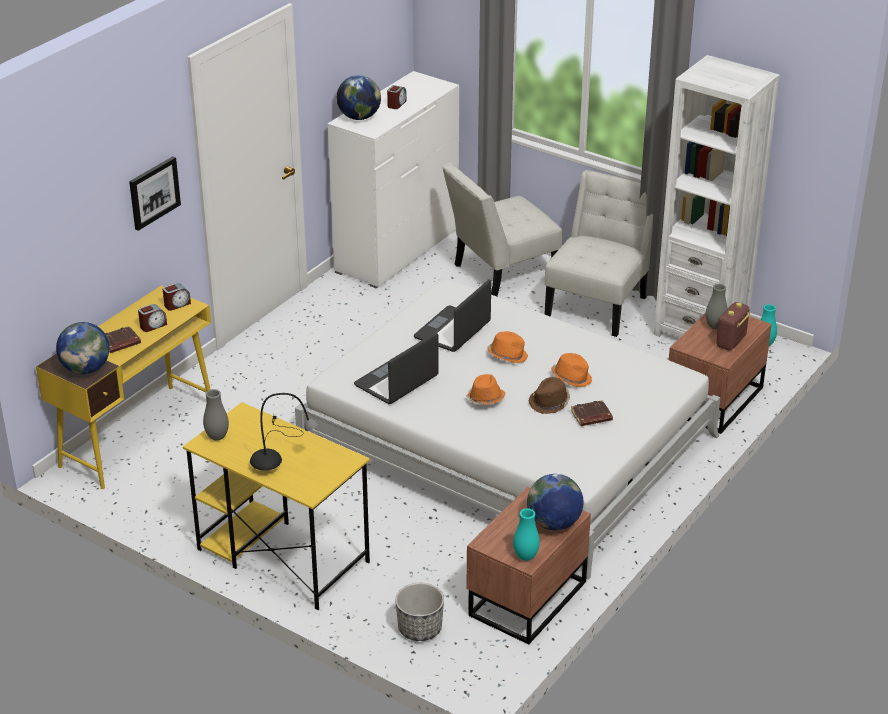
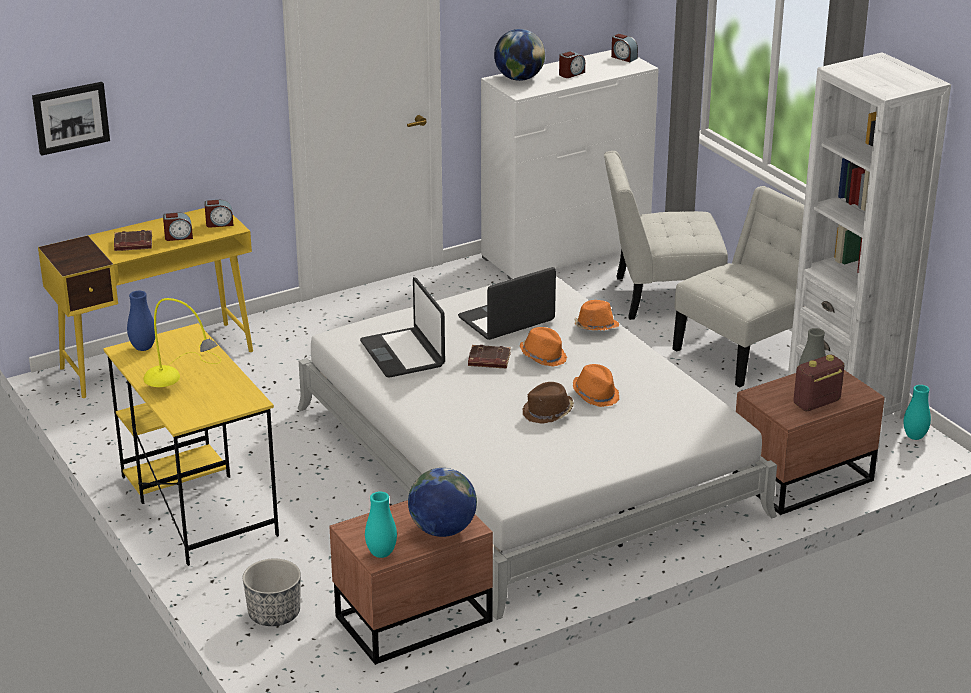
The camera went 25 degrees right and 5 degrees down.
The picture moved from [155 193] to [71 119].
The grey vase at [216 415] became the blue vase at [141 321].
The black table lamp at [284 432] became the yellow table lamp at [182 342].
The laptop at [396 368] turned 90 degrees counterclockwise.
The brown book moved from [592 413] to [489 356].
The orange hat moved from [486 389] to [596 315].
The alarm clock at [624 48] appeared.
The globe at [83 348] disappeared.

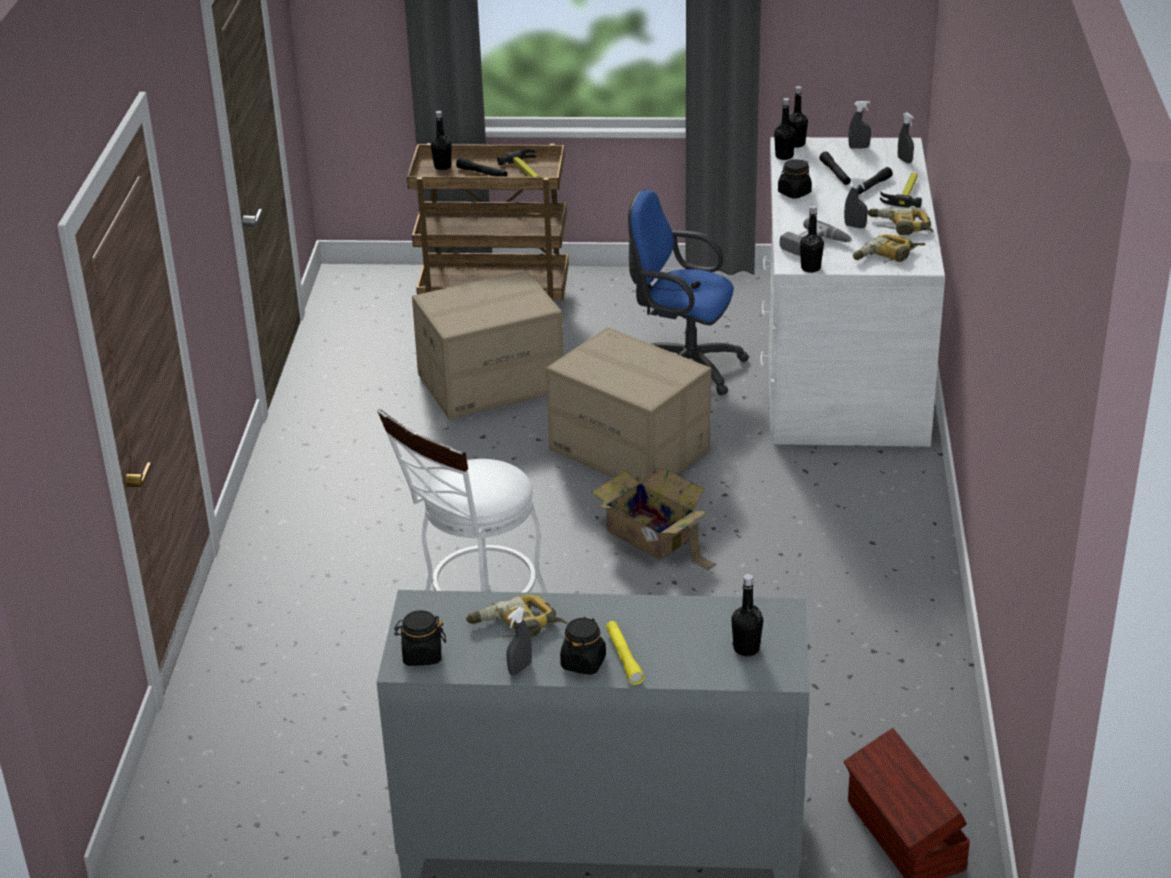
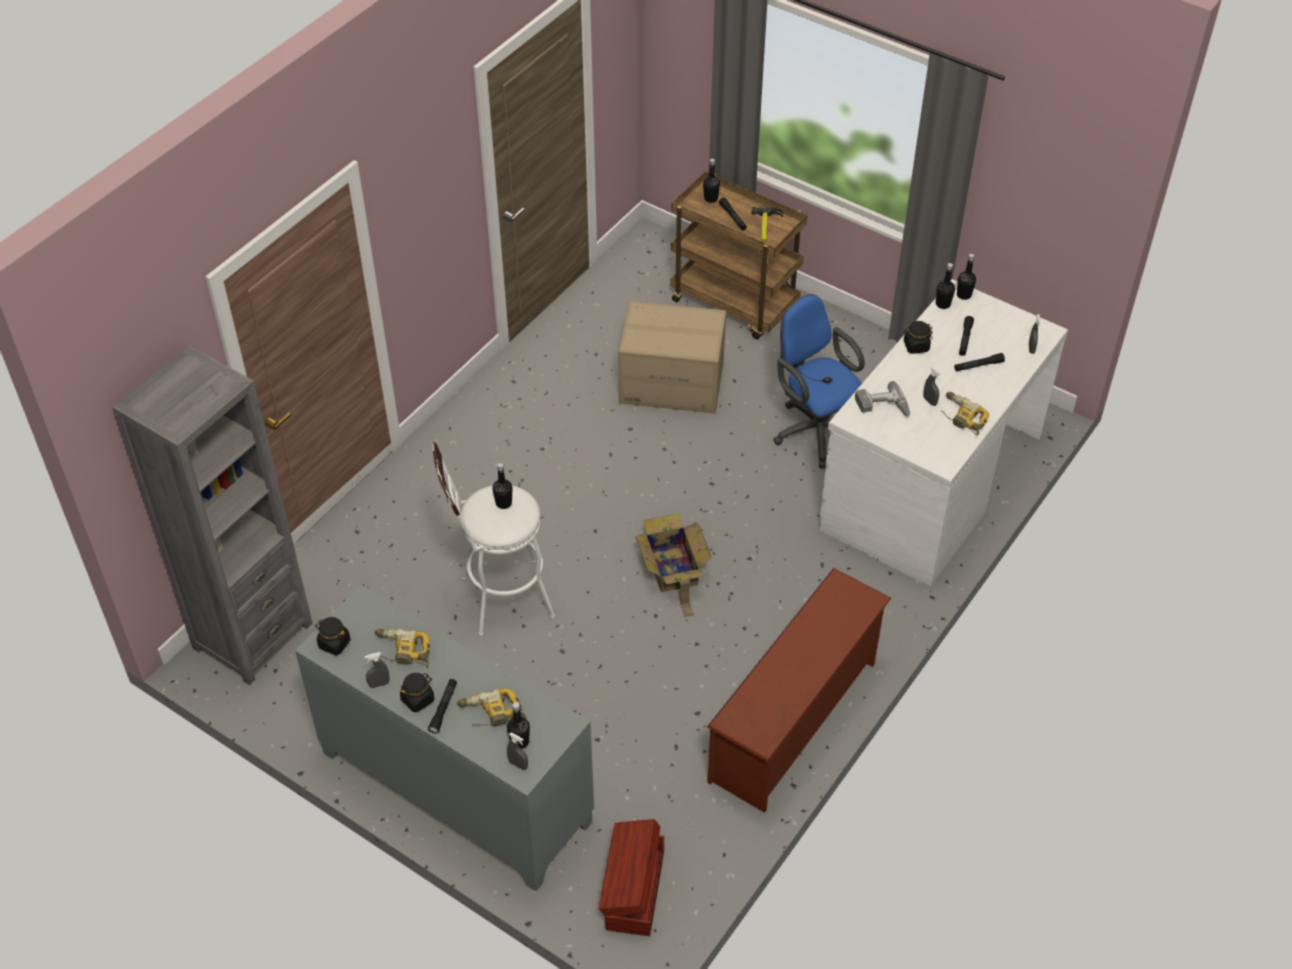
The camera went 30 degrees right and 15 degrees up.
The grey bookcase at [212 515] appeared.
The yellow flashlight at [625 653] became the black flashlight at [442 706].
The power drill moved from [889 248] to [492 707].
The black bottle moved from [812 239] to [502 486].
The grey spray bottle moved from [859 124] to [517 751].
The brown shoe rack at [799 690] appeared.
The cardboard box at [628 405] disappeared.
The hammer at [901 190] disappeared.

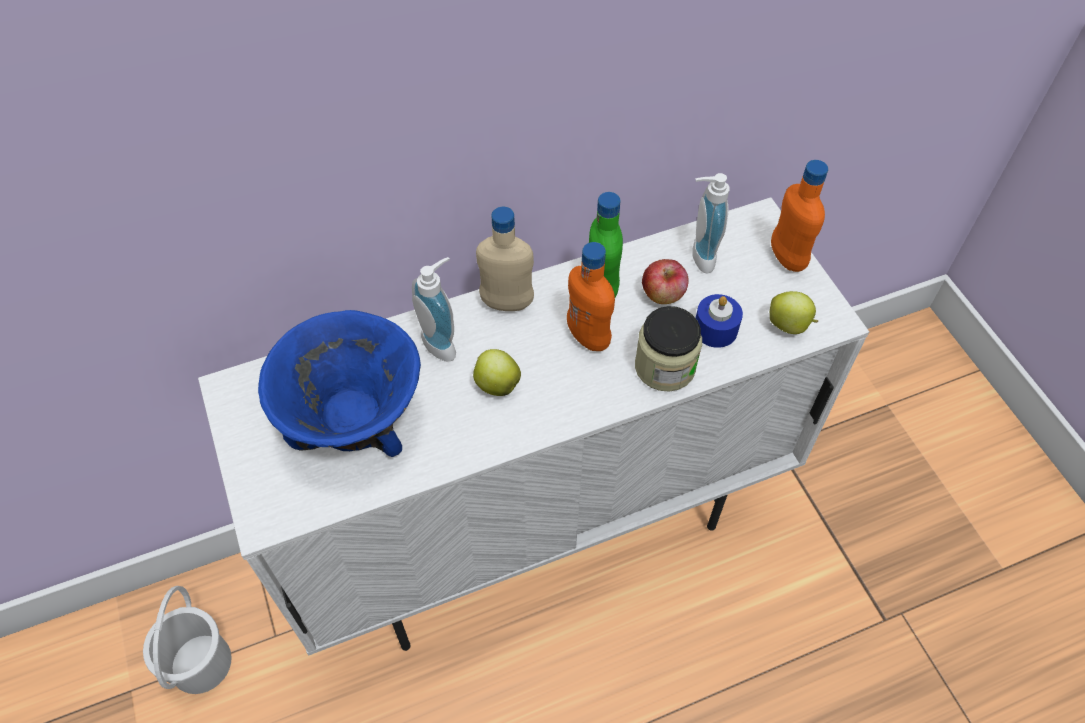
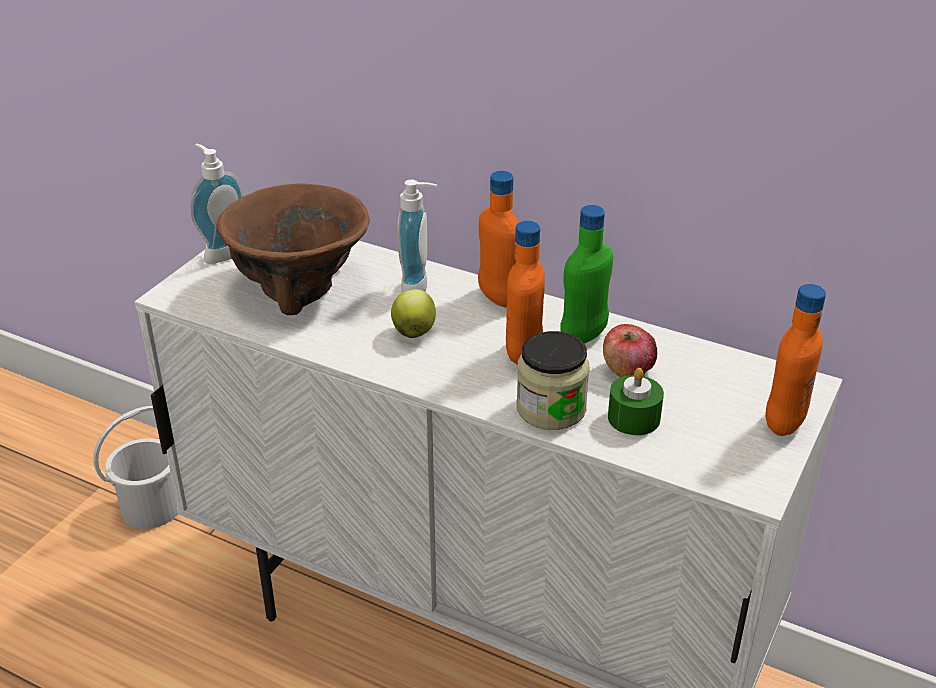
The camera went 50 degrees right and 20 degrees down.
The soap dispenser moved from [711 223] to [217 204].
The blue bowl at [339 383] became the brown bowl at [293 249].
The beige bottle at [505 259] became the orange bottle at [498 239].
The blue candle at [719 321] became the green candle at [636 401].
The apple at [794 312] disappeared.

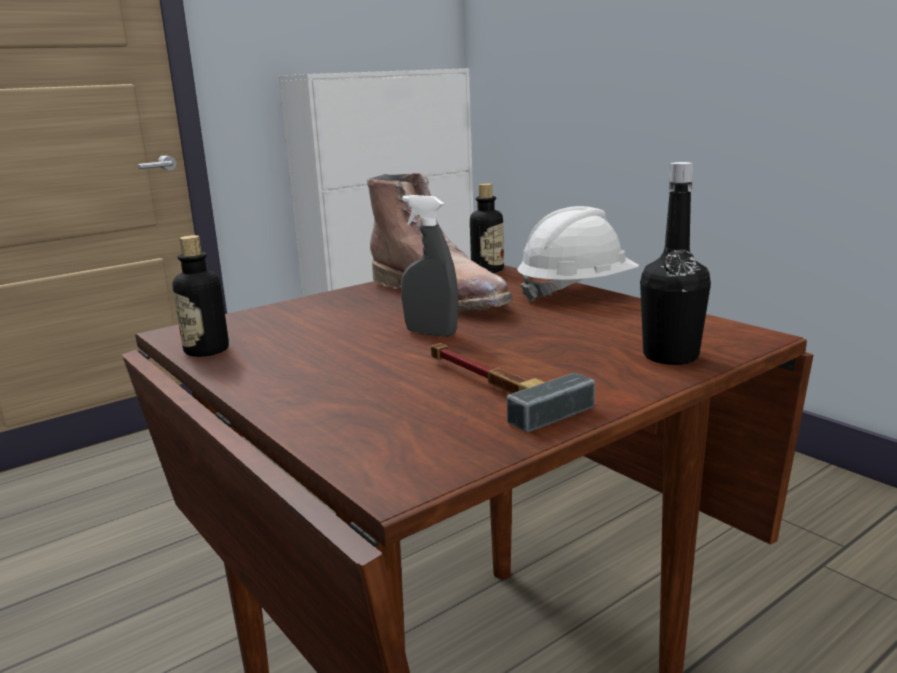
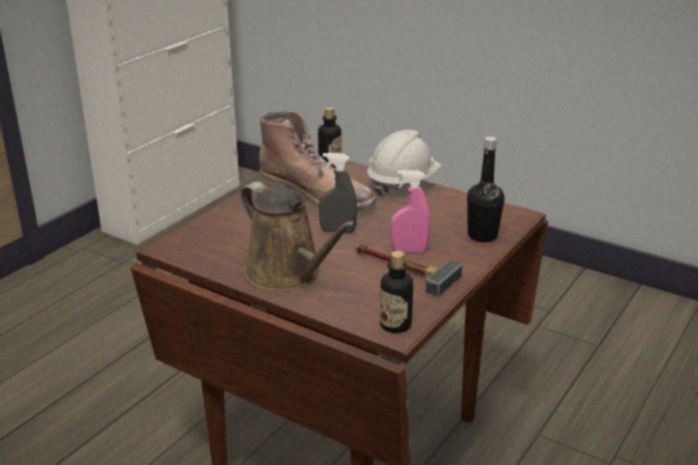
The camera went 20 degrees left and 10 degrees up.
The brown watering can at [298 236] appeared.
The bottle moved from [201 296] to [396 292].
The pink spray bottle at [410 211] appeared.

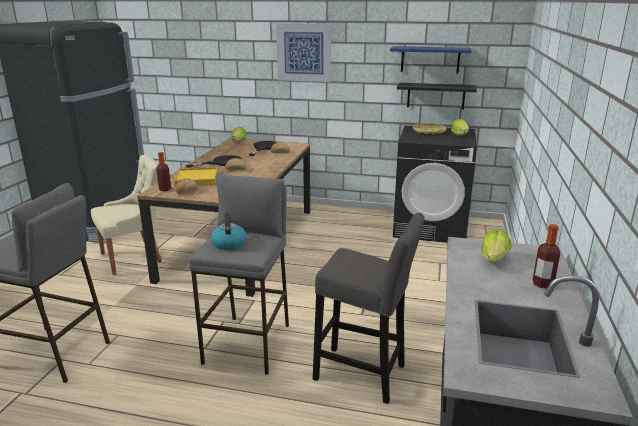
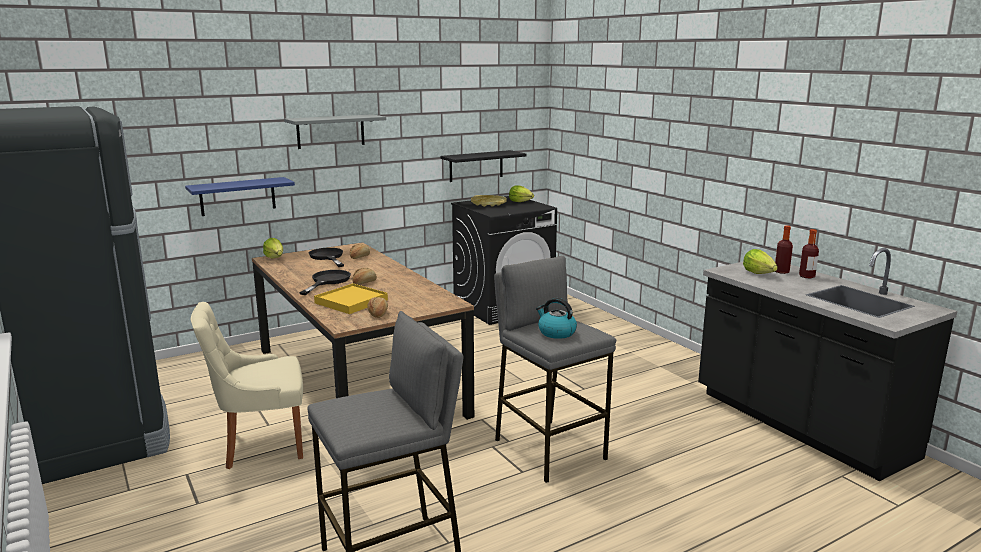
The camera went 45 degrees left and 5 degrees down.
The blue shelf moved from [431 59] to [240 196].
The beige chair at [126 215] turned 120 degrees counterclockwise.
The picture at [303 52] was replaced by the grey shelf at [335 131].
The bottle moved from [163 171] to [784 249].
The grey stool at [368 308] disappeared.

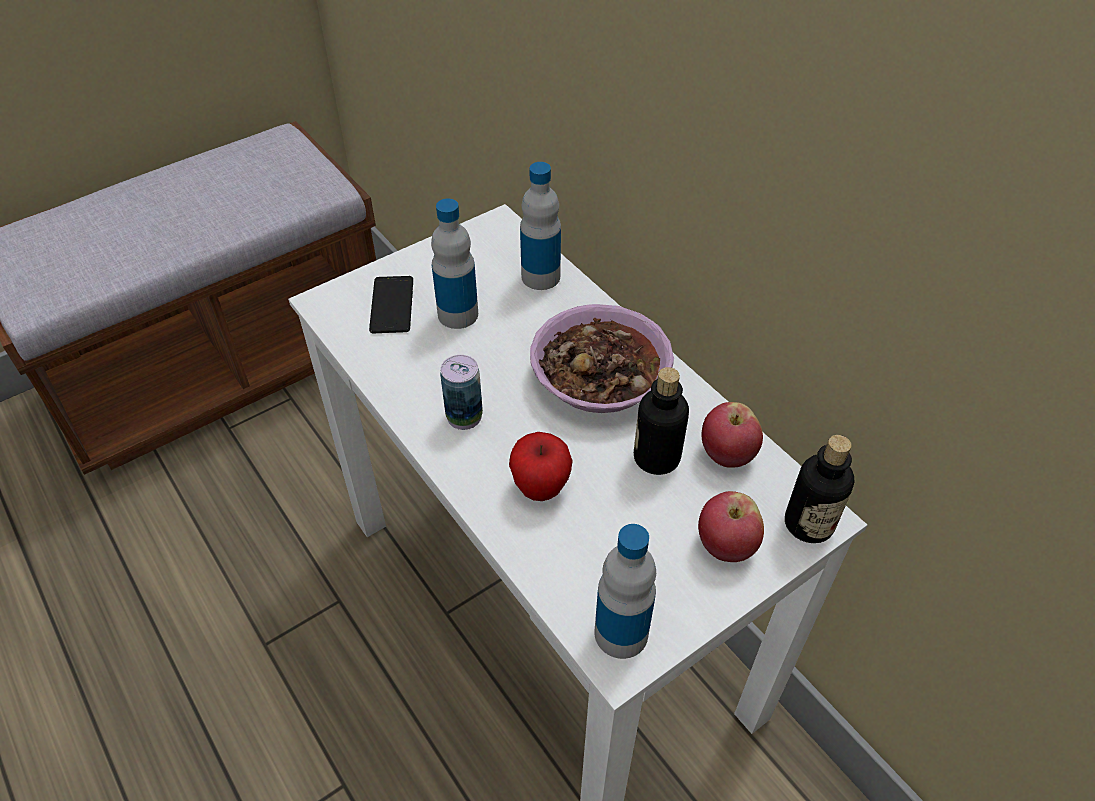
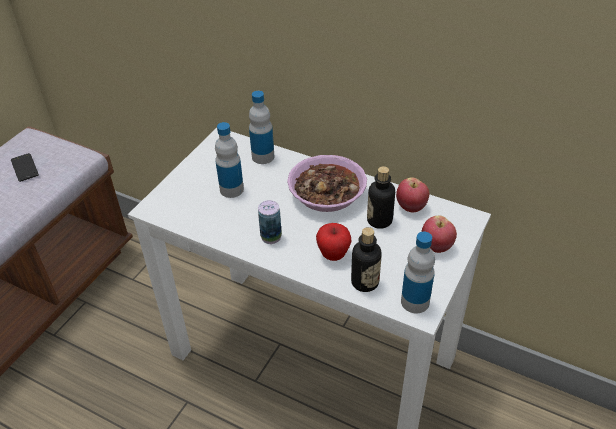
The camera went 25 degrees left and 5 degrees down.
The phone moved from [391 304] to [25 167].
The bottle moved from [819 489] to [366 259].

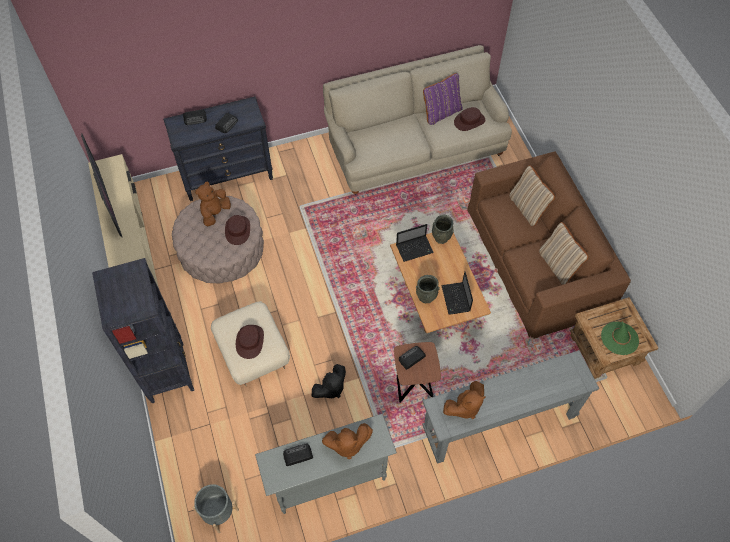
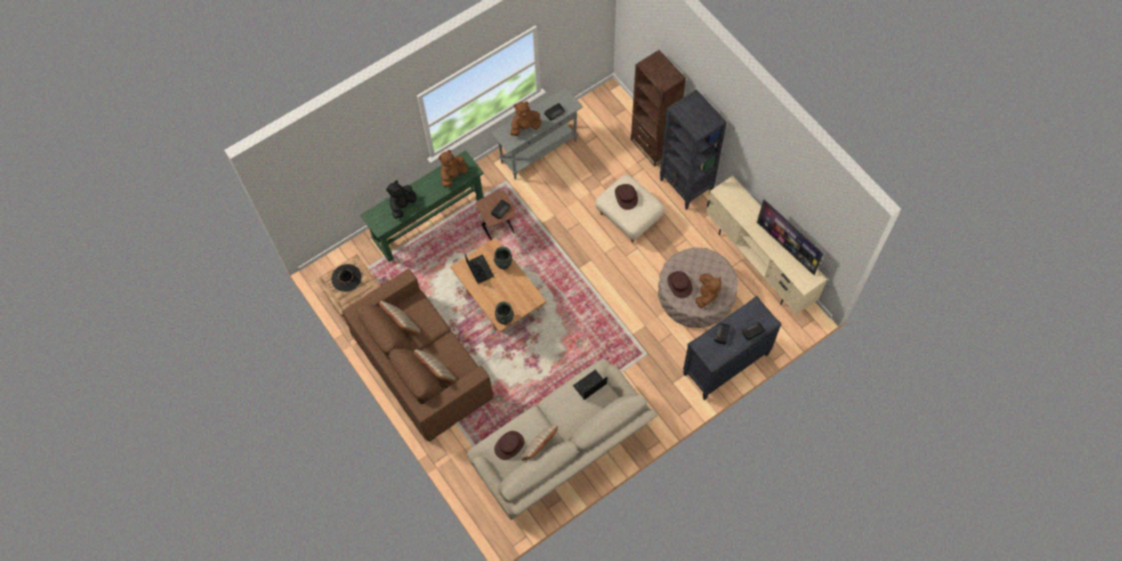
The camera went 165 degrees right and 5 degrees up.
The green hat at [620 338] became the black hat at [346 278].
The grey console table at [510 407] became the green console table at [422 206].
The black plush toy moved from [329 381] to [401 199].
The purple pillow at [443 99] became the beige pillow at [539 443].
The laptop moved from [415 243] to [590 384].
The brown bookcase at [658 108] appeared.
The grey planter at [216 508] disappeared.

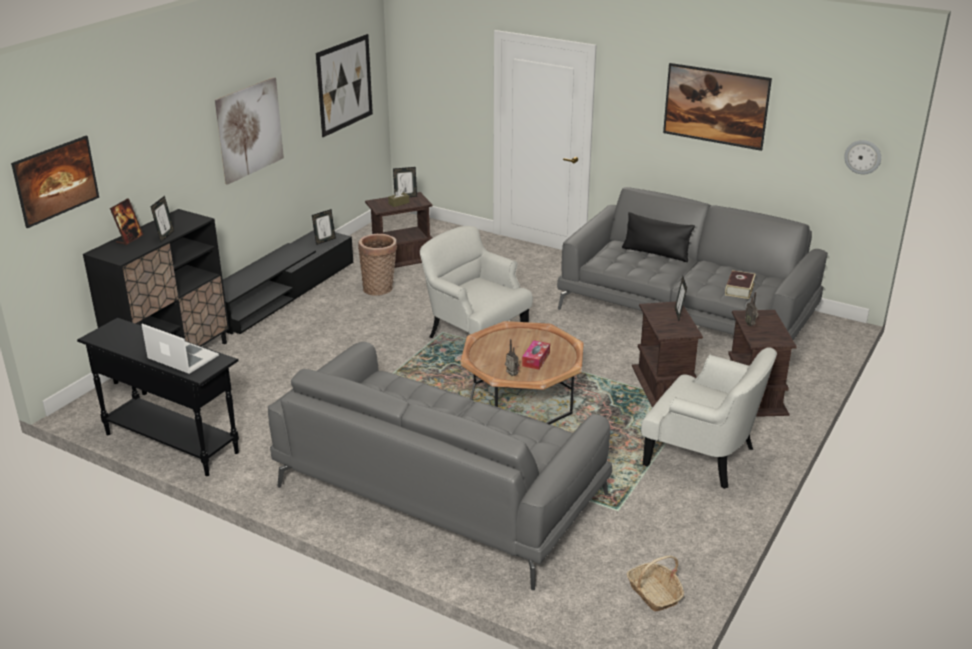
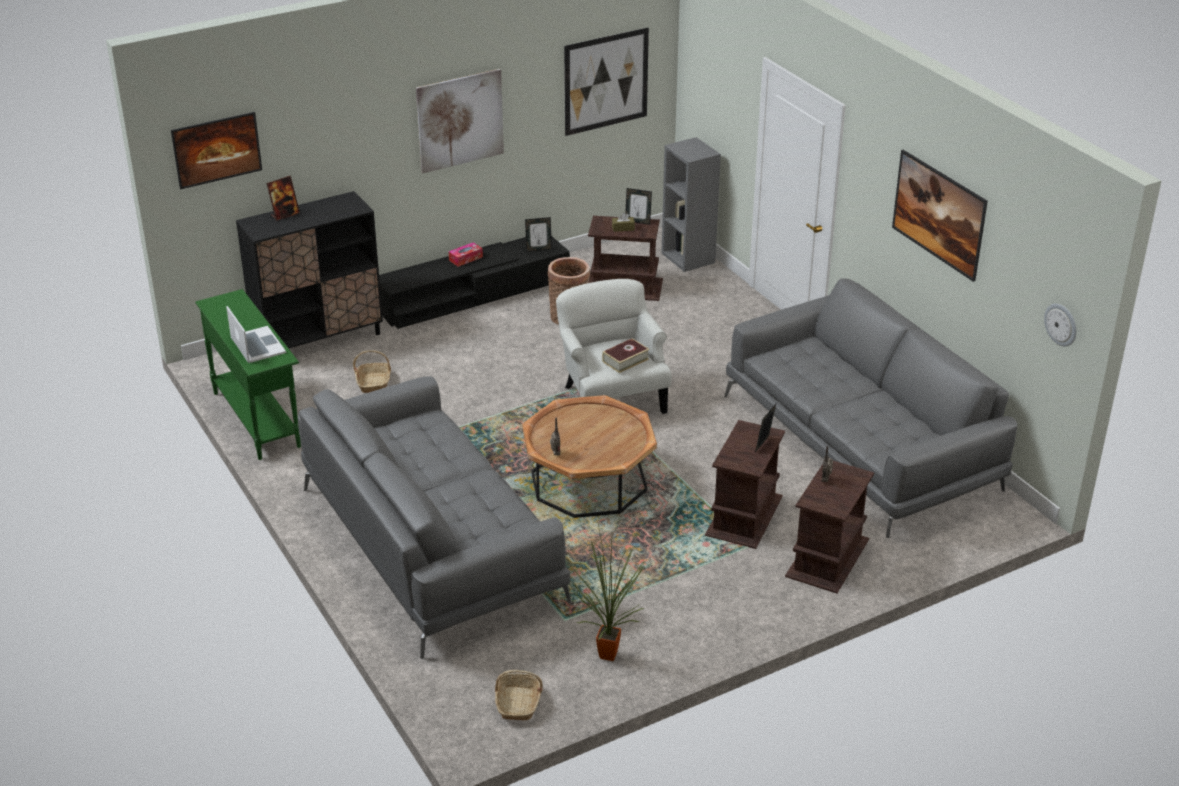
The camera went 30 degrees right and 5 degrees up.
The black console table at [158 397] became the green console table at [248 374].
The basket at [372 371] appeared.
The tissue box moved from [536 355] to [466 254].
The potted plant at [608 591] appeared.
The book moved from [740 284] to [625 355].
The grey bookcase at [691 204] appeared.
The picture frame at [162 219] disappeared.
The black pillow at [658 237] disappeared.
The white armchair at [709 418] disappeared.

